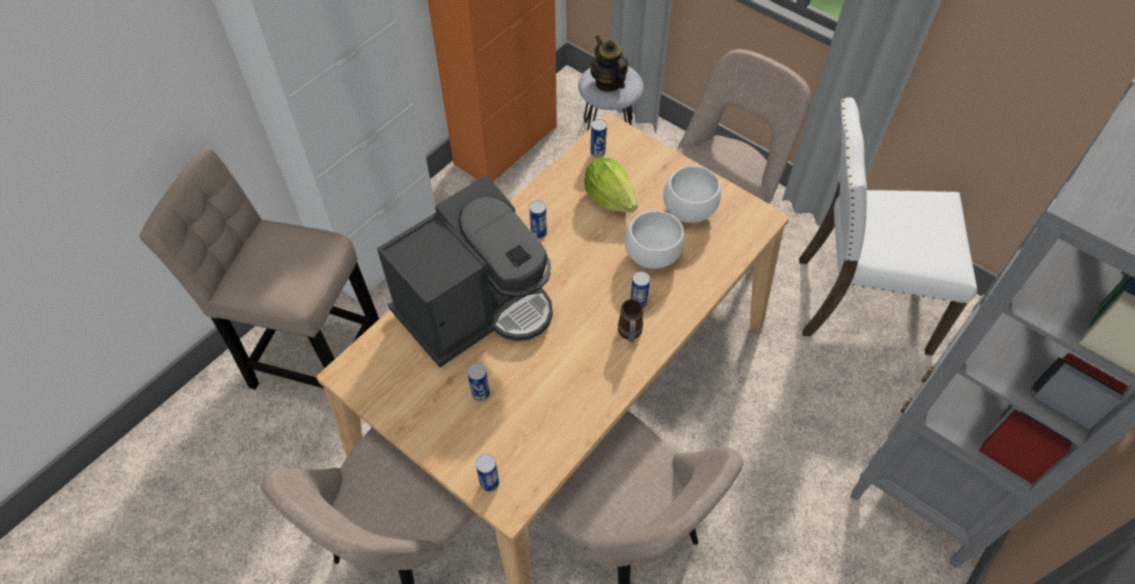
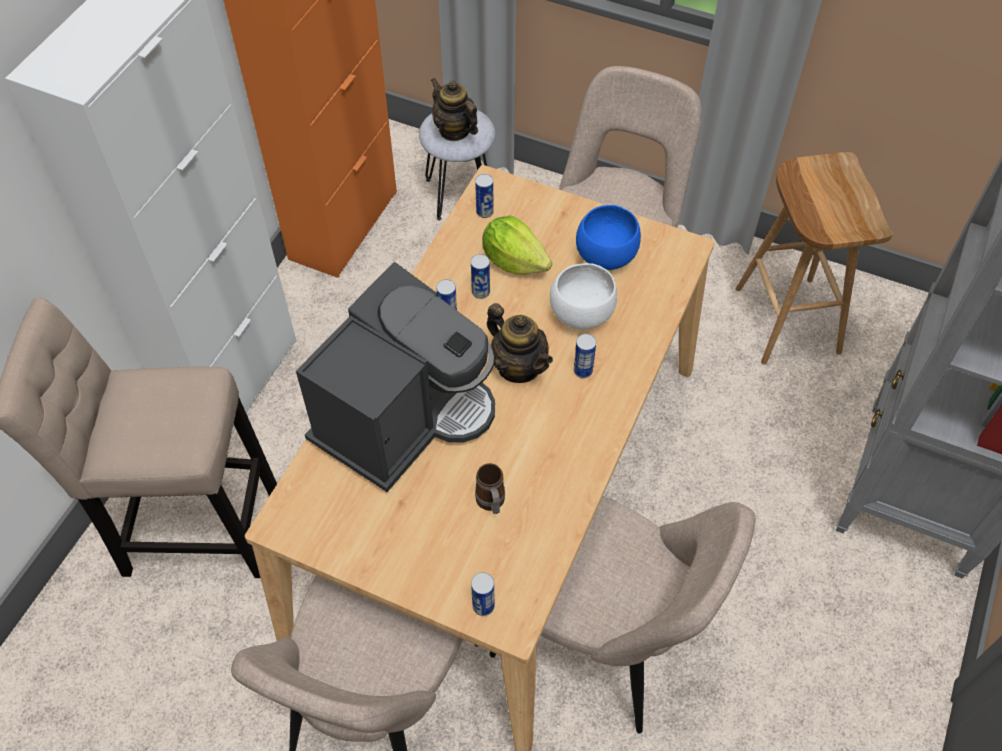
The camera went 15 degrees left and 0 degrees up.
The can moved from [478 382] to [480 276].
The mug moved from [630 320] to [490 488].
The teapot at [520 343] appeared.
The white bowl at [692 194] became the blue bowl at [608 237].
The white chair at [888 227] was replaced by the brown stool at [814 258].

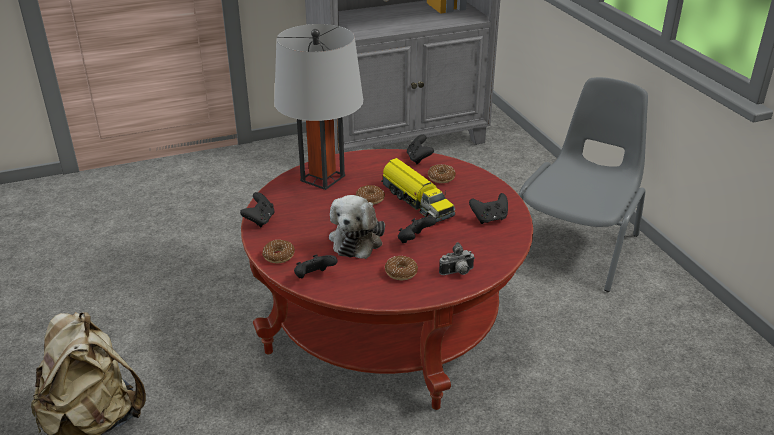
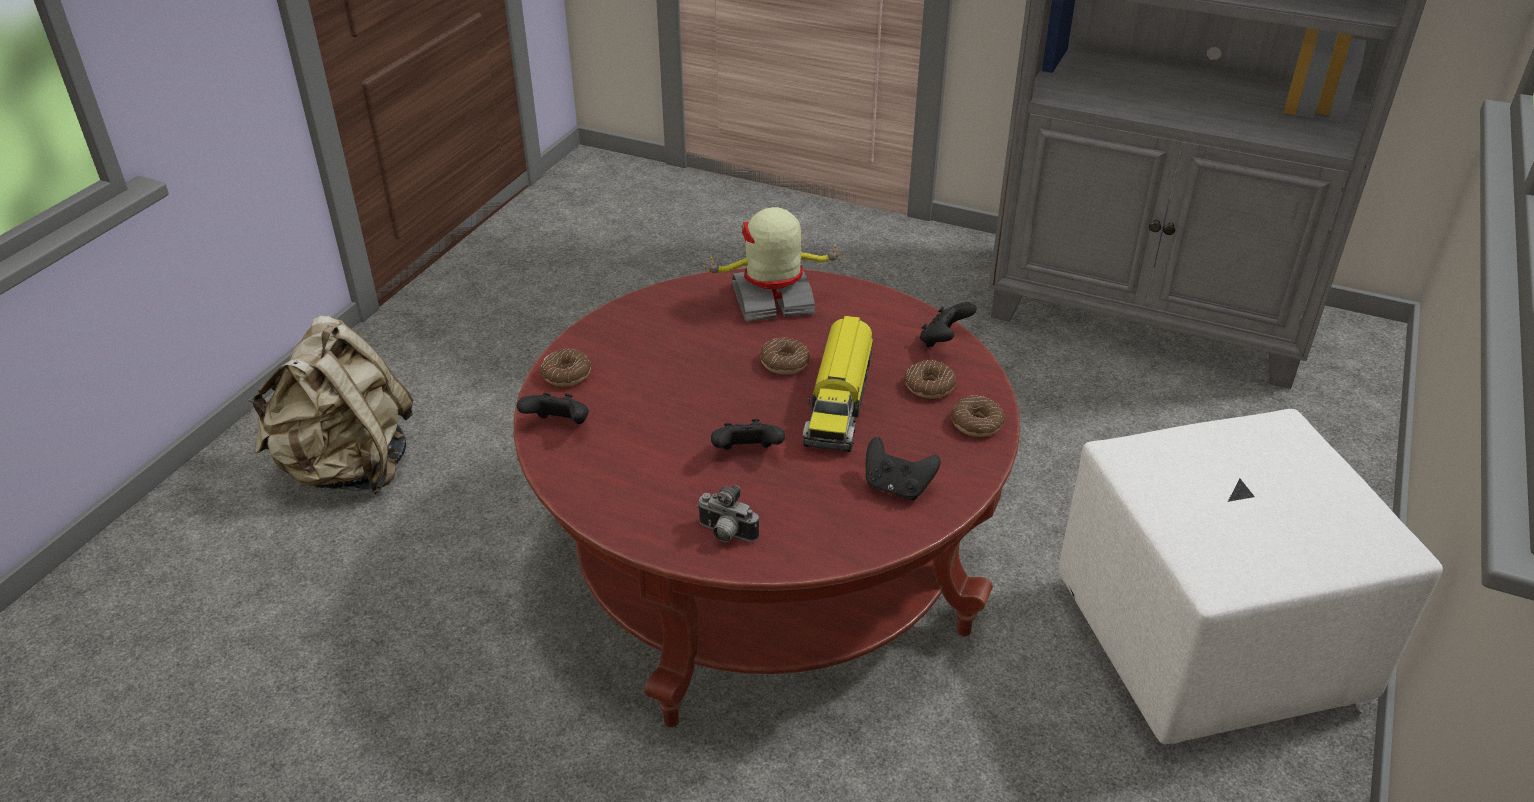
The camera went 45 degrees right and 5 degrees up.
The grey table lamp at [318 107] was replaced by the toy robot at [773 264].
The donut moved from [401 268] to [978 416].
The grey chair at [583 184] was replaced by the white ottoman at [1251 576].
The black game controller at [257 209] disappeared.
The plush toy at [357 227] disappeared.

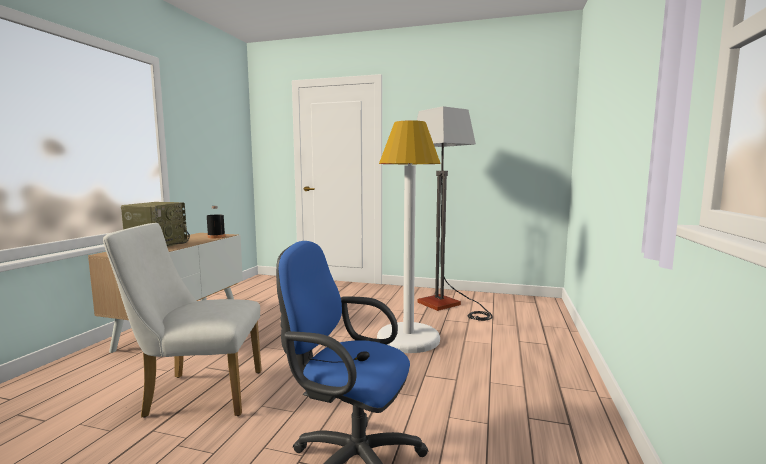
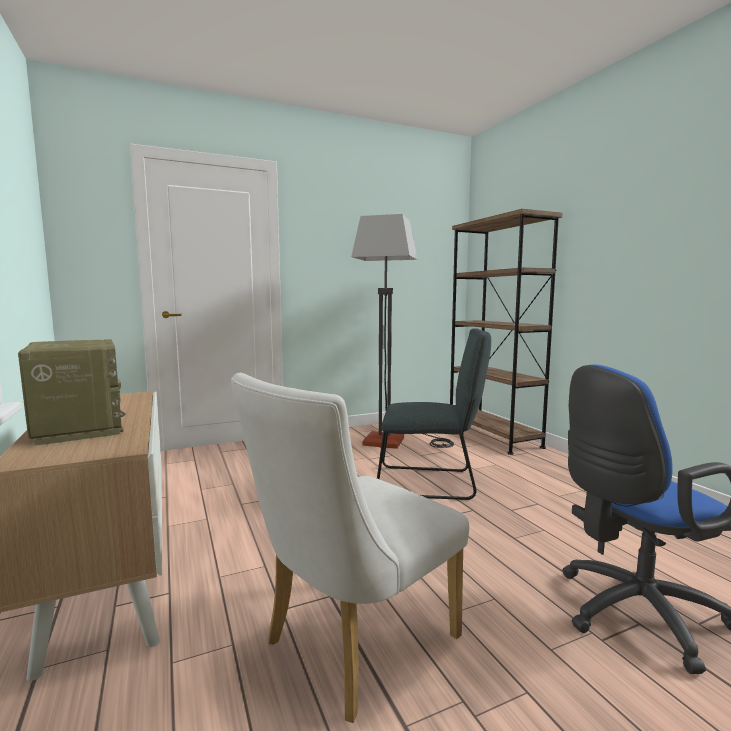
The camera went 40 degrees left and 0 degrees up.
The white floor lamp at [409 236] was replaced by the grey chair at [434 414].
The brown bookcase at [506 332] appeared.
The black bottle at [216 222] disappeared.

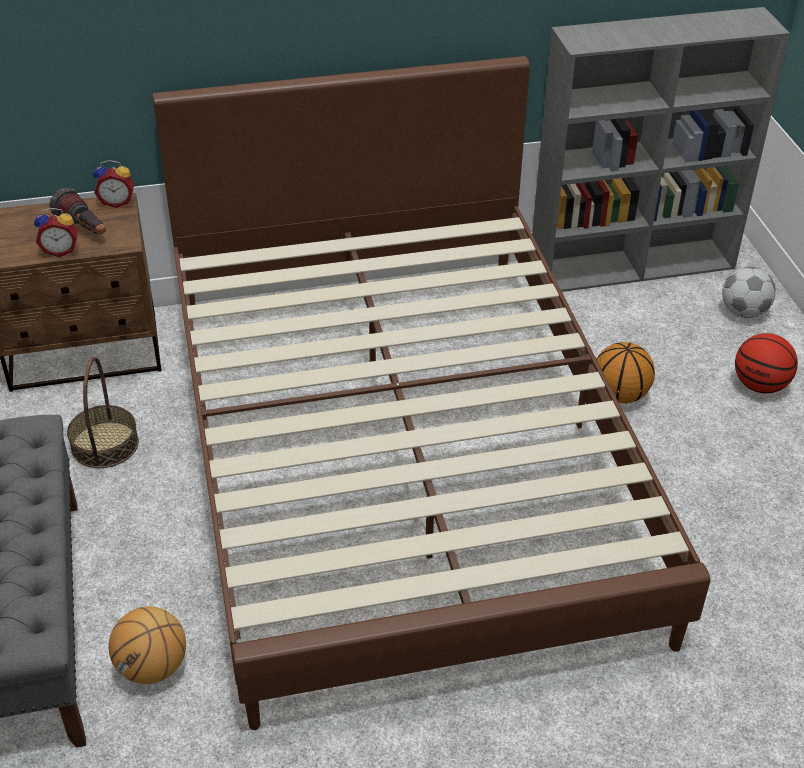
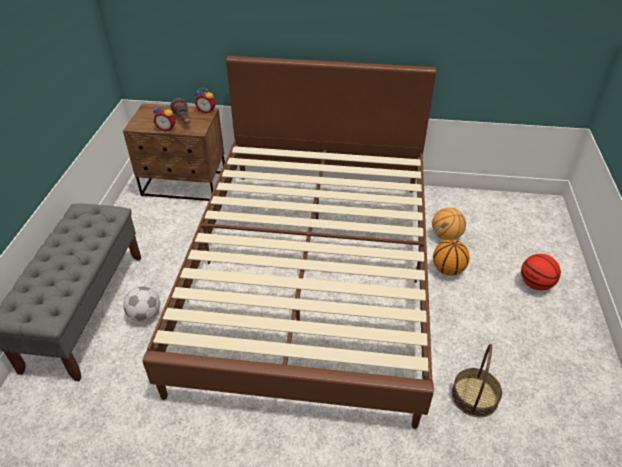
The camera went 20 degrees right and 0 degrees up.
The football moved from [749 292] to [141 304].
The basketball moved from [147 645] to [449 224].
The basket moved from [103 412] to [477 380].
The grey bookcase at [661 149] disappeared.

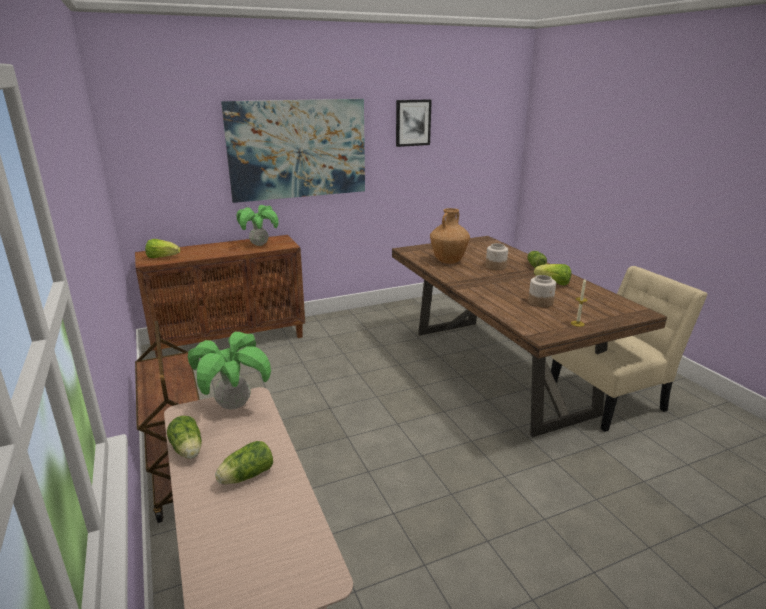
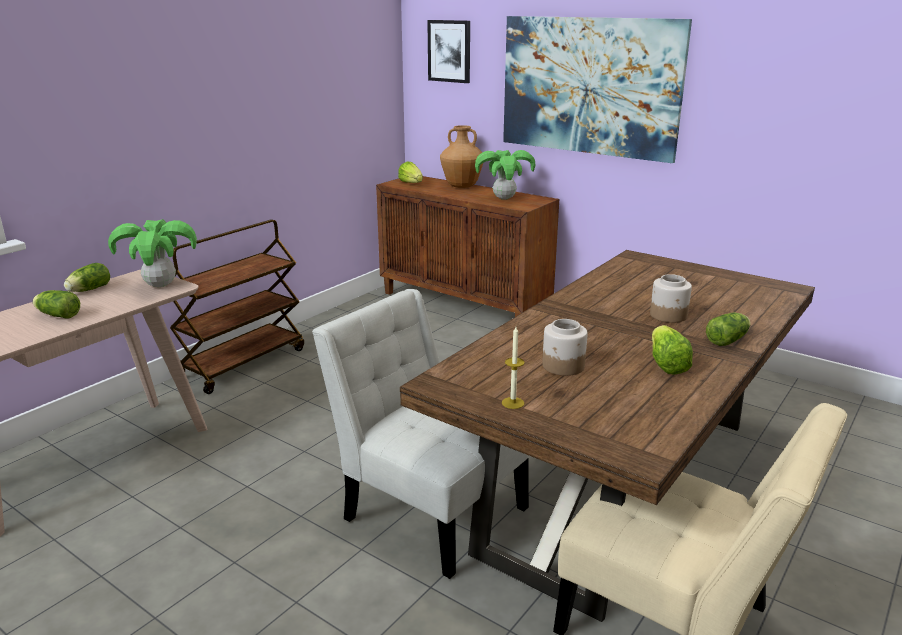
The camera went 60 degrees right and 0 degrees up.
The white chair at [421 434] appeared.
The picture moved from [414 123] to [448 51].
The brown vase moved from [450 236] to [461 156].

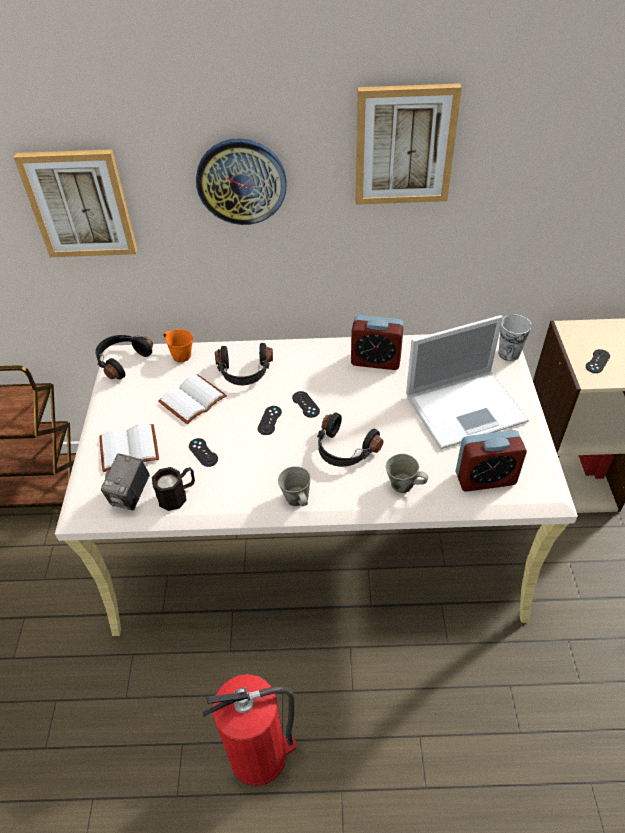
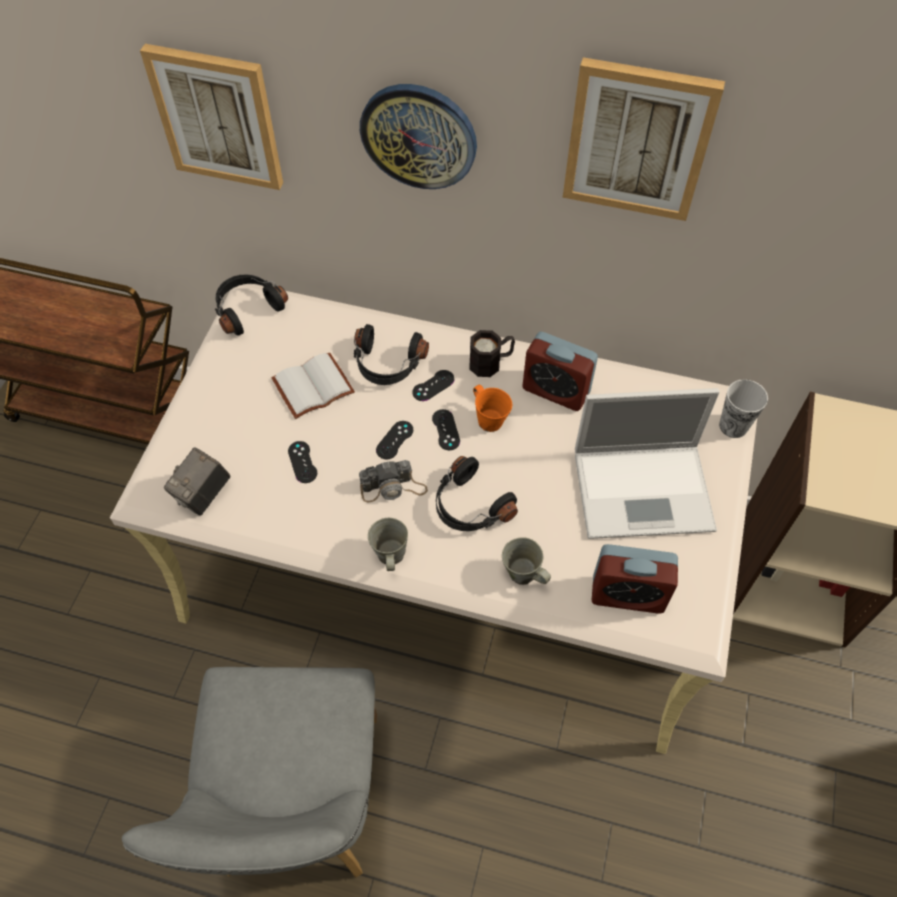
The camera went 15 degrees right and 10 degrees up.
The fire extinguisher at [249 730] was replaced by the grey chair at [249 772].
The photo camera at [393 481] appeared.
The black game controller moved from [598 361] to [433 385].
The black mug moved from [173 489] to [492 353].
The orange mug moved from [178 345] to [492 408].
The white book at [129 448] disappeared.

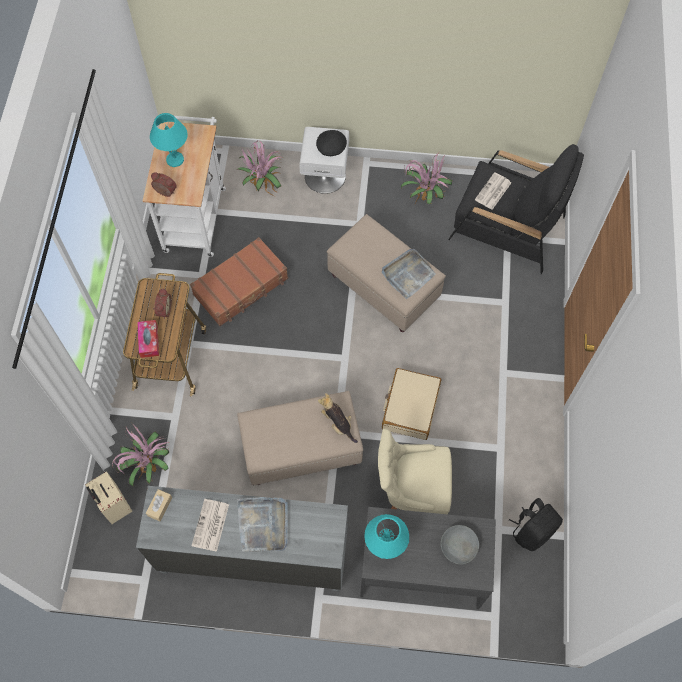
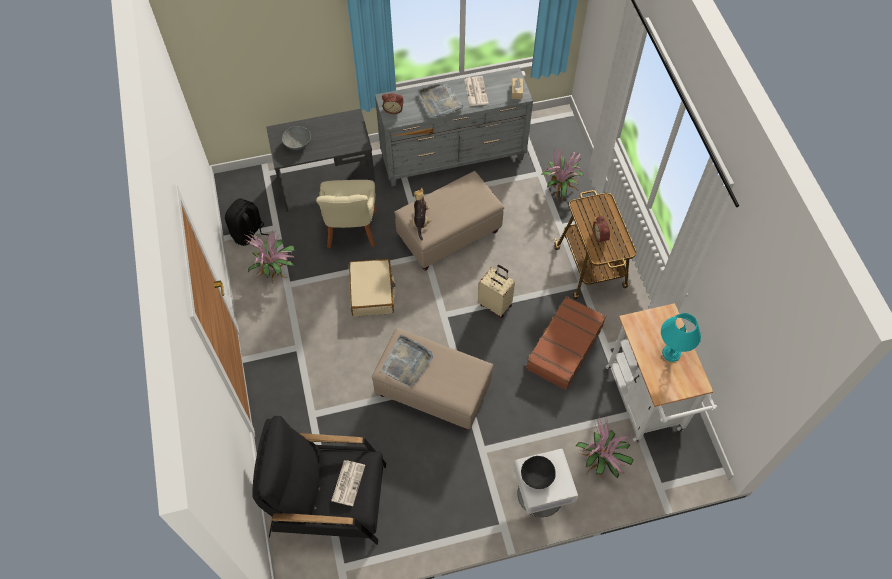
The camera went 160 degrees right and 5 degrees down.
The potted plant moved from [426 178] to [269 257].
The beige chair at [415 471] turned 105 degrees clockwise.
The alarm clock moved from [164 184] to [393 104].
The plush toy at [338 418] turned 120 degrees counterclockwise.
The beige suitcase moved from [108 497] to [496 291].
The tissue box at [148 339] disappeared.
The turquoise table lamp at [386 536] disappeared.

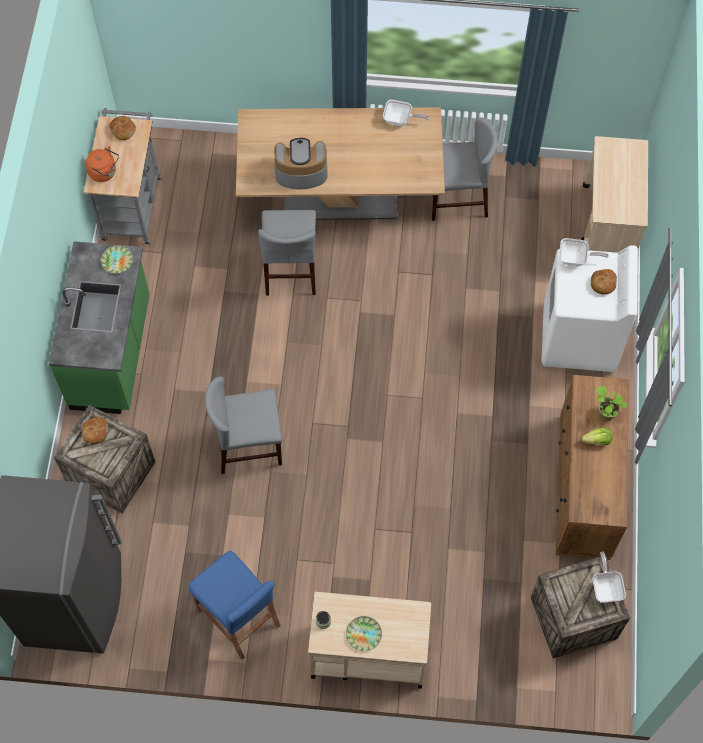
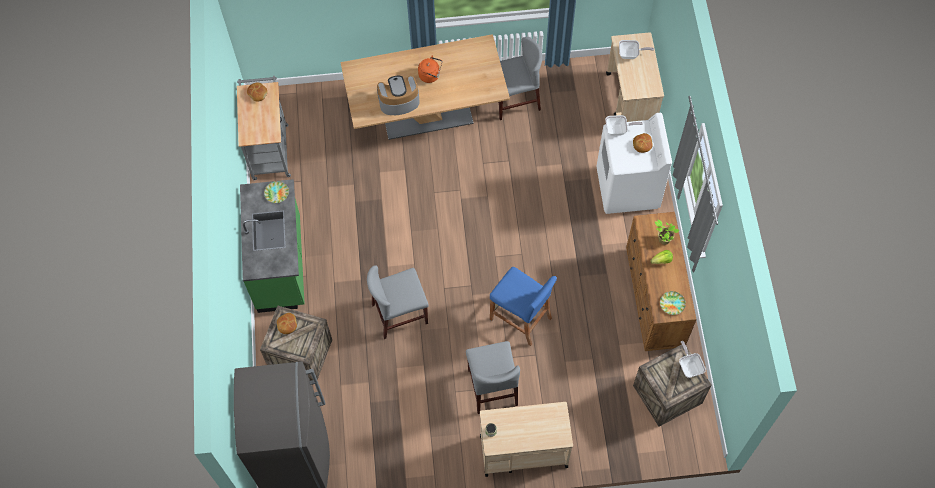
The camera went 10 degrees left and 0 degrees up.
The orange kettle moved from [102 164] to [430 69].
The grey chair moved from [287 253] to [493 377].
The blue stool moved from [234 605] to [523 306].
The frying pan moved from [406 113] to [636 49].
The plate moved from [364 633] to [673 303].

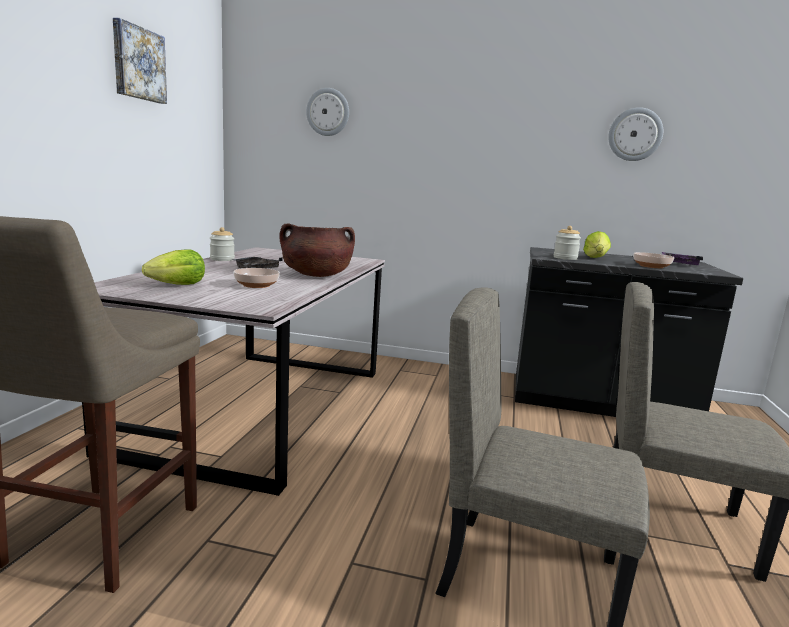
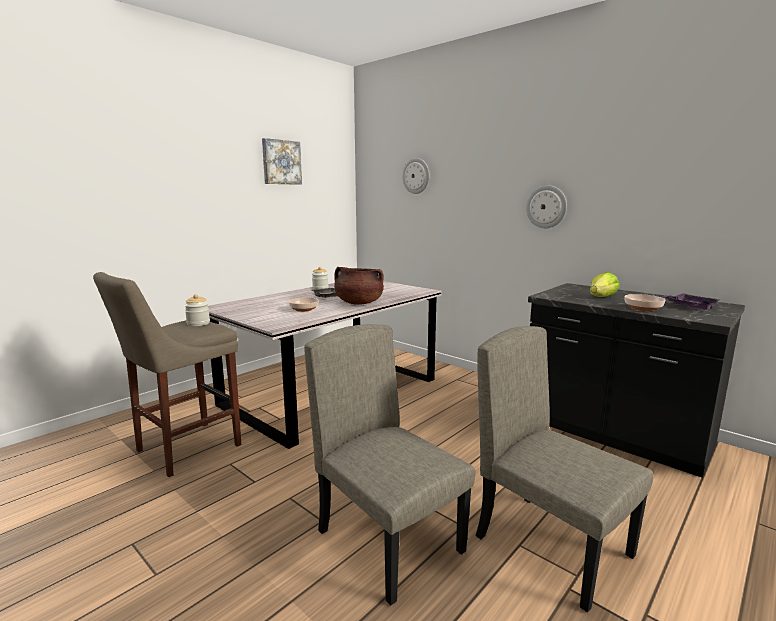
The camera went 30 degrees right and 0 degrees up.
The jar moved from [567 243] to [197 310].
The wall clock moved from [635 134] to [546 206].
The lettuce at [173 267] disappeared.

